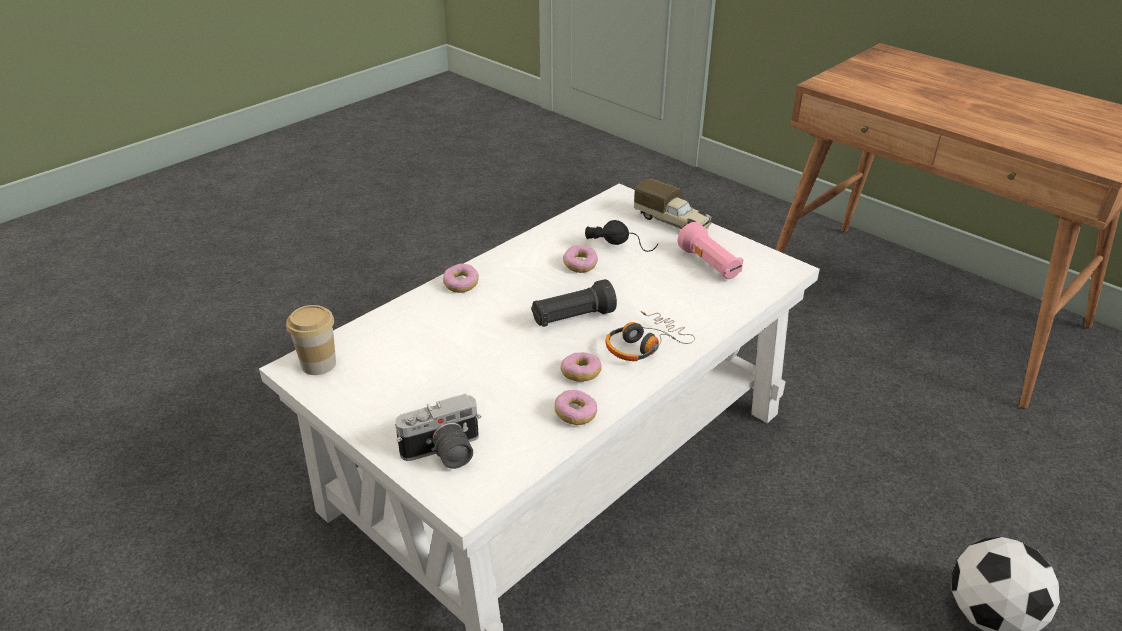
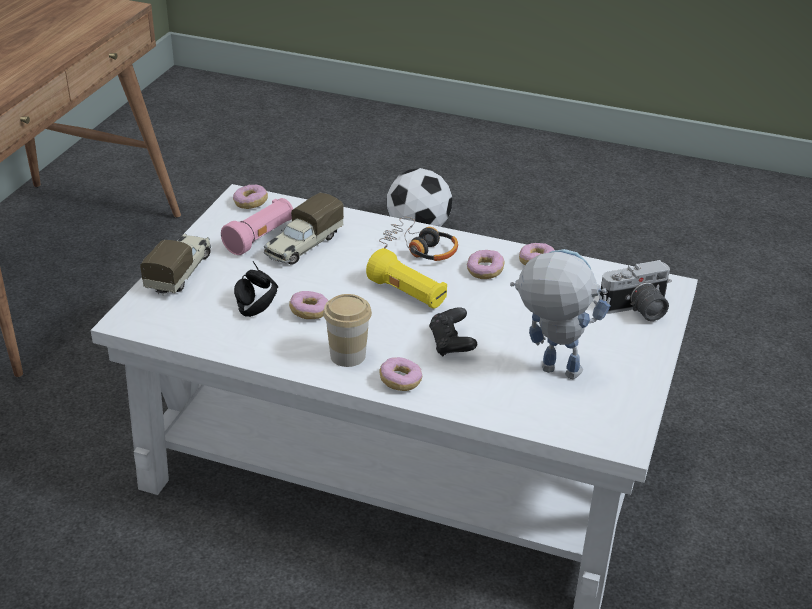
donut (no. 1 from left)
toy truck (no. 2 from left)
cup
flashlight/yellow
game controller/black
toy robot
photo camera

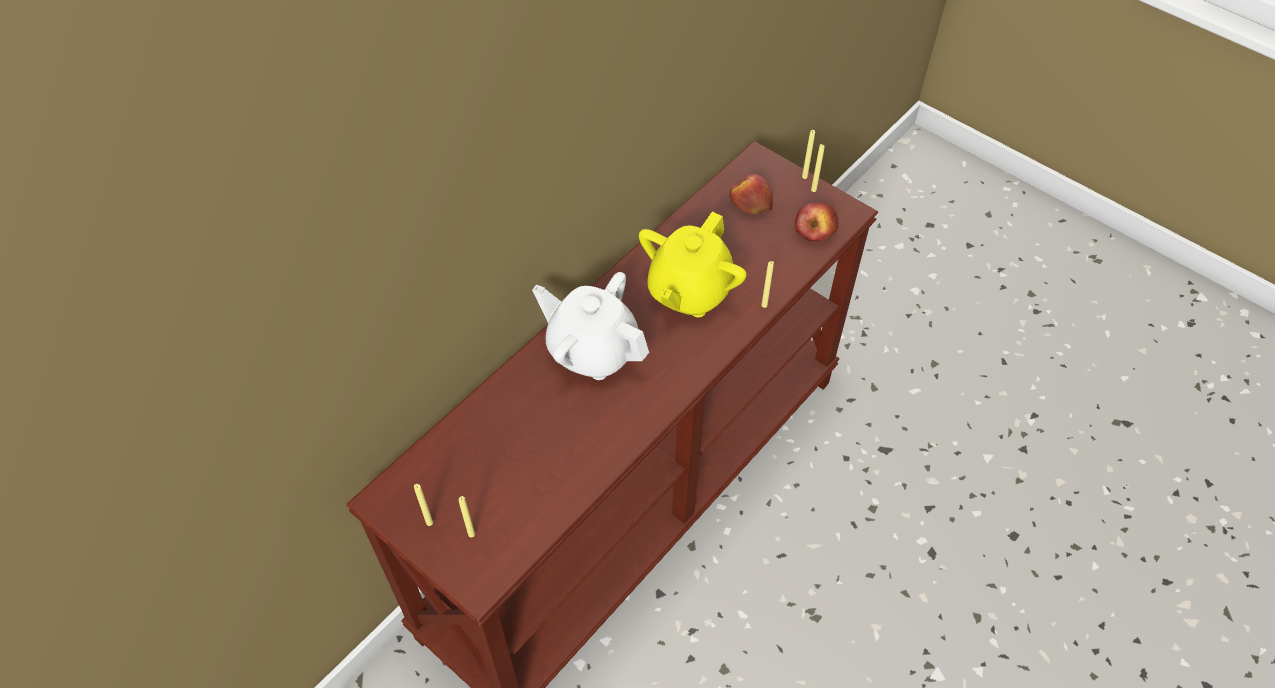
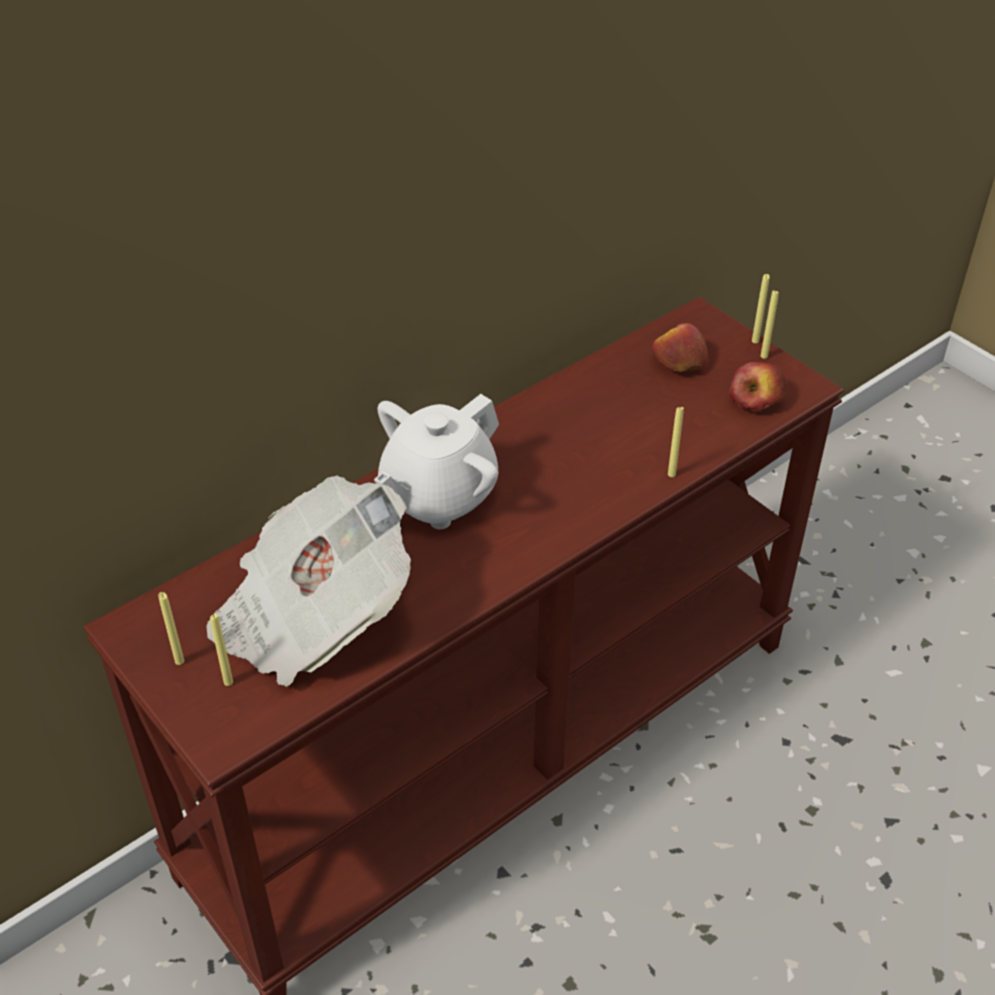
newspaper
teapot/white
teapot/yellow

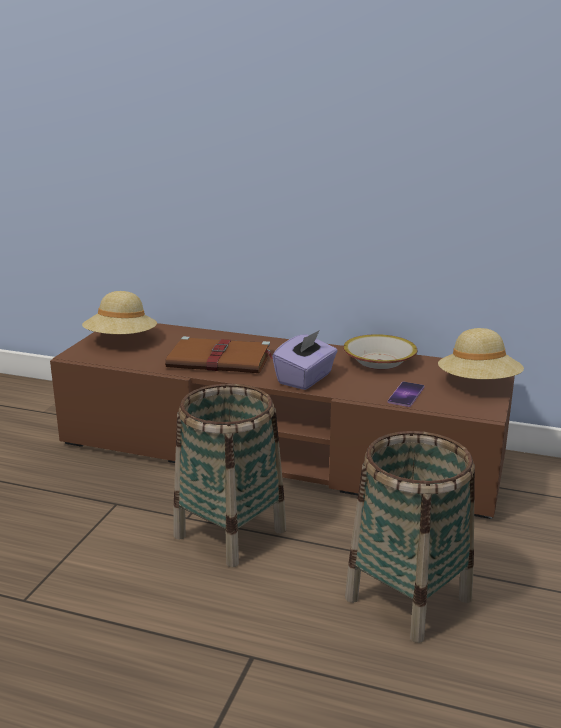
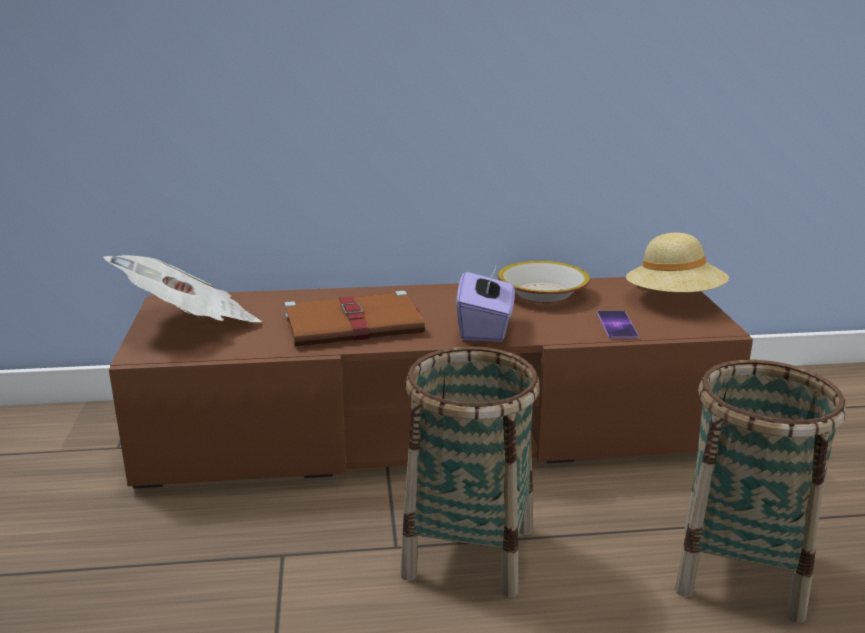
newspaper

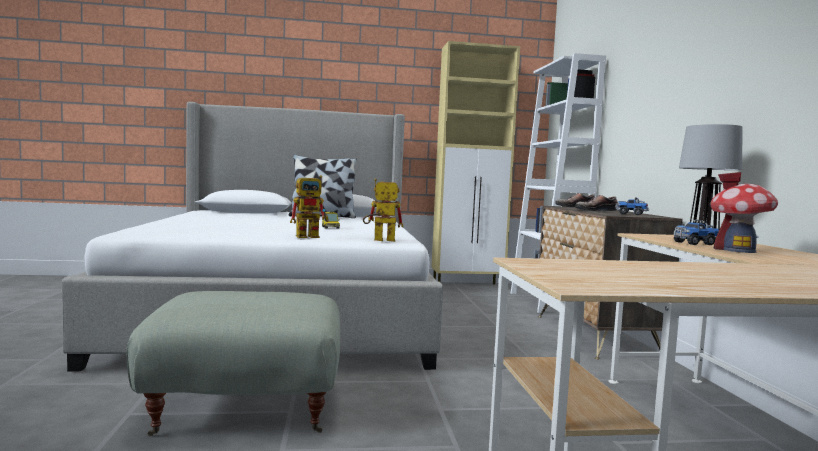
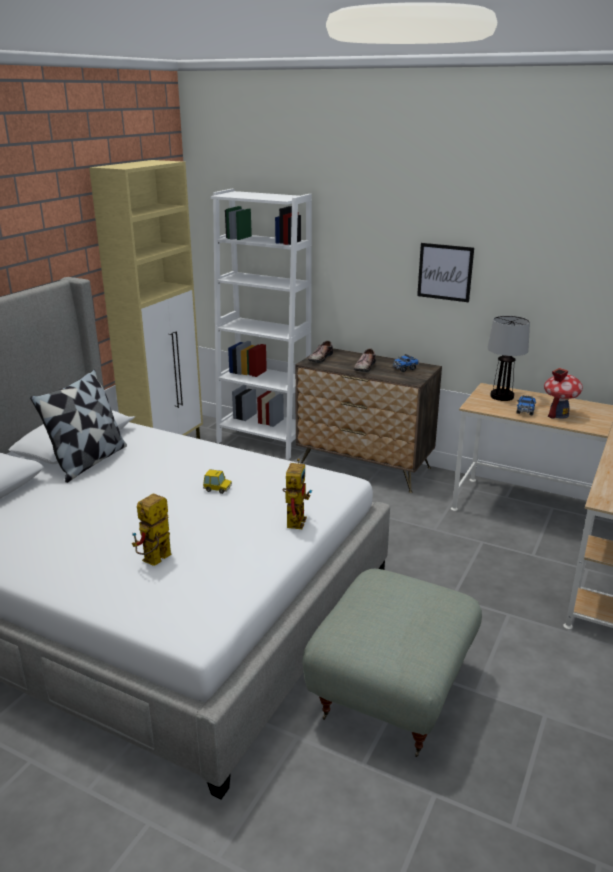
toy robot (no. 1 from left)
picture

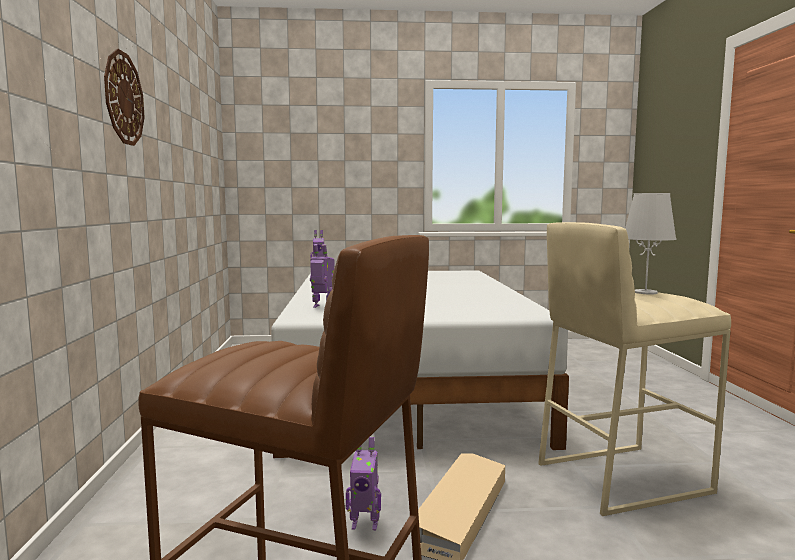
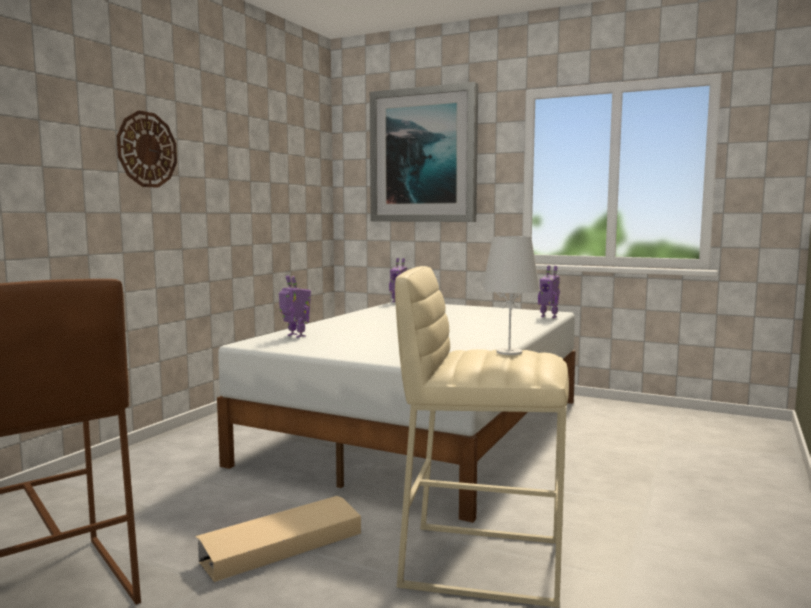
picture
toy robot (no. 3 from left)

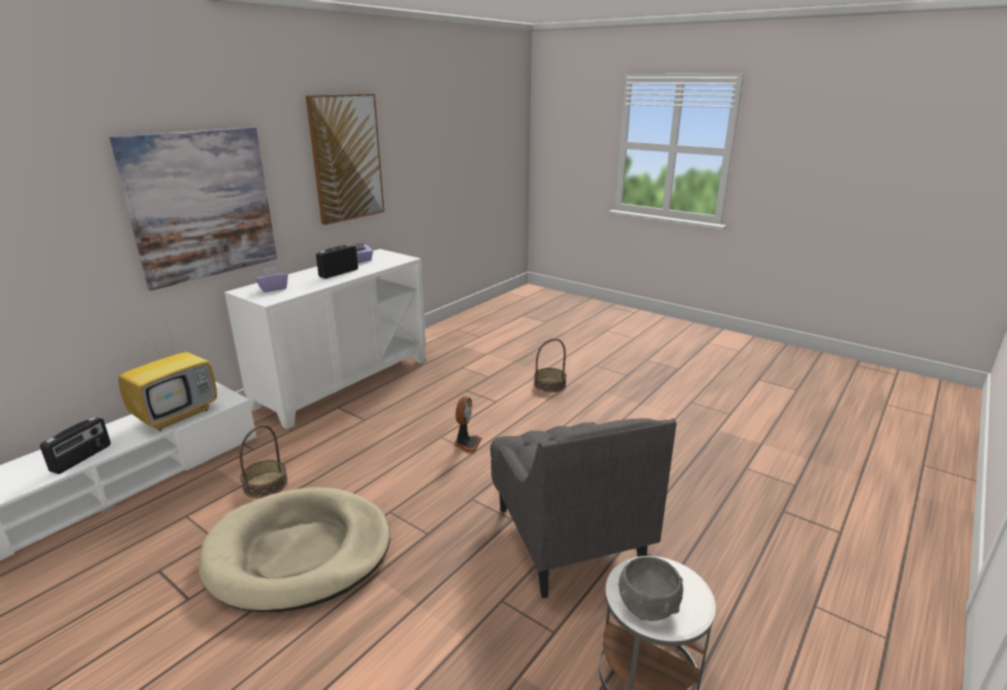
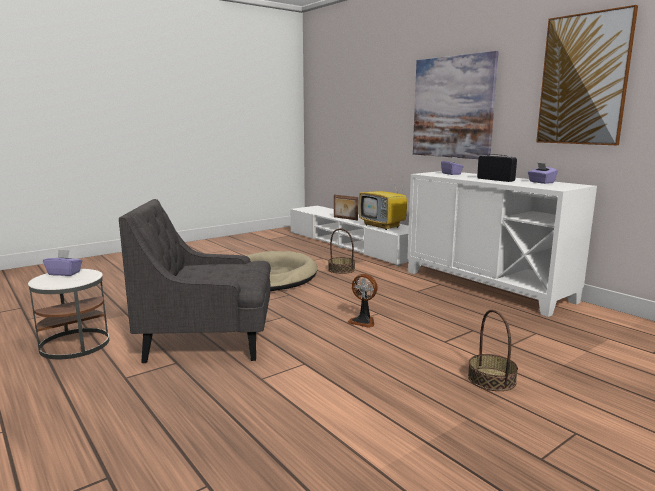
tissue box/purple (no. 1 from left)
picture frame

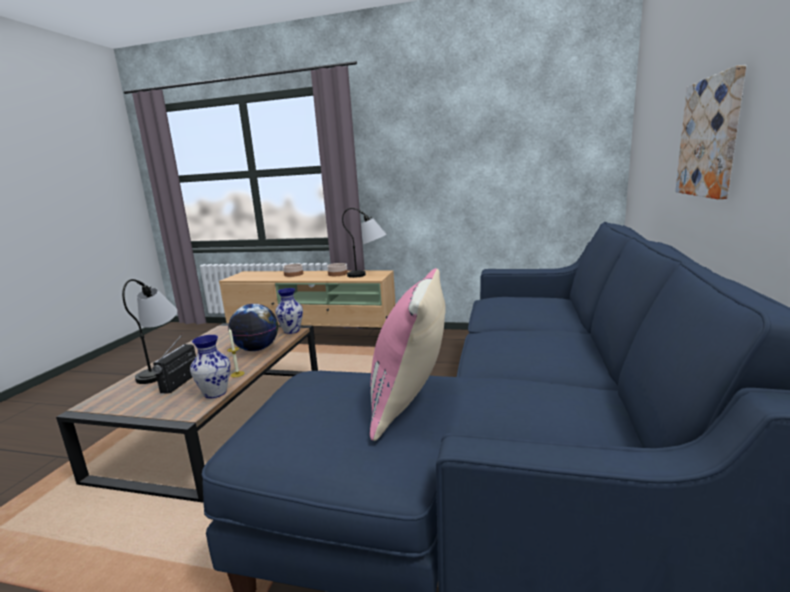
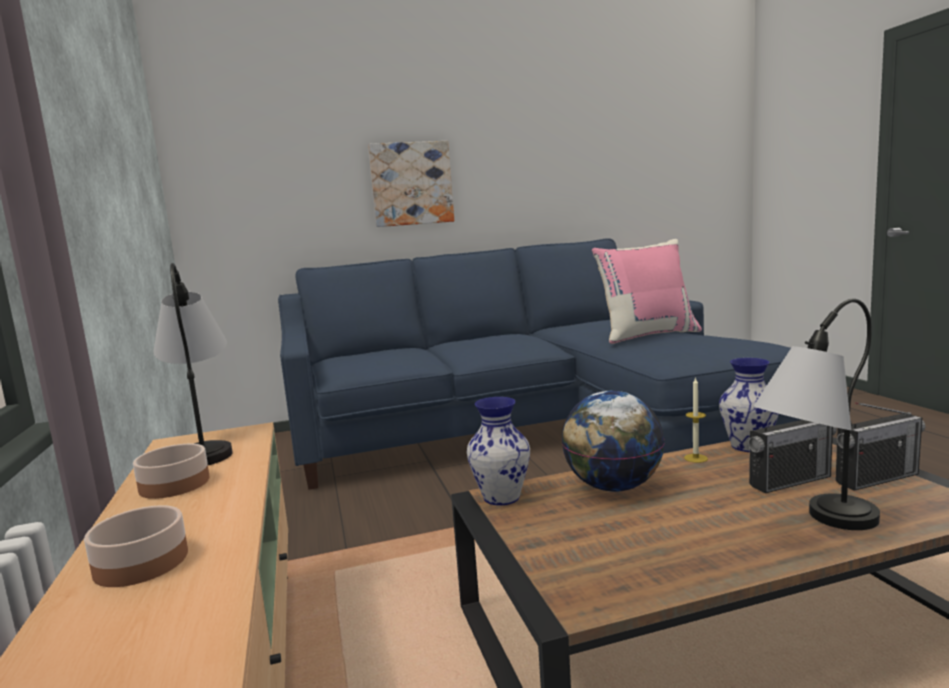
radio (no. 2 from left)

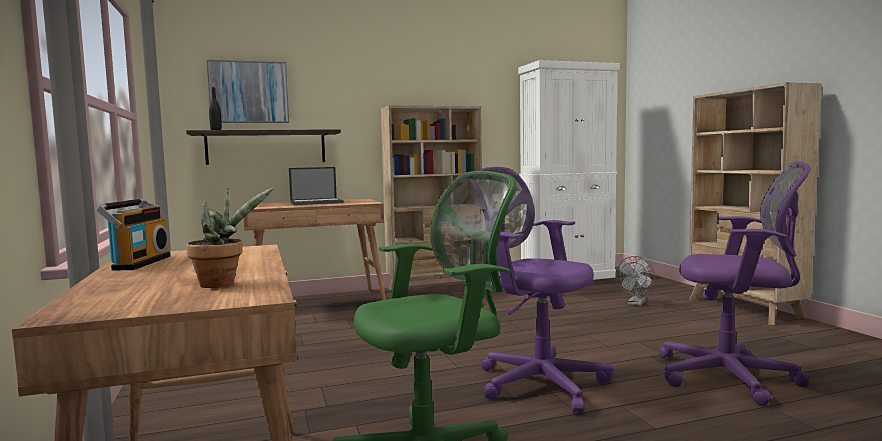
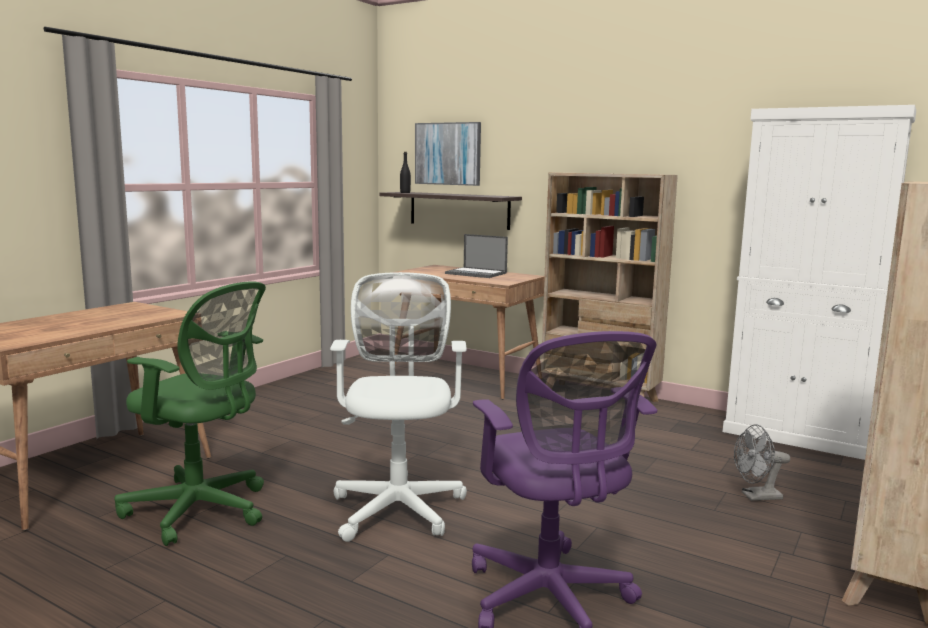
office chair/white
radio
potted plant

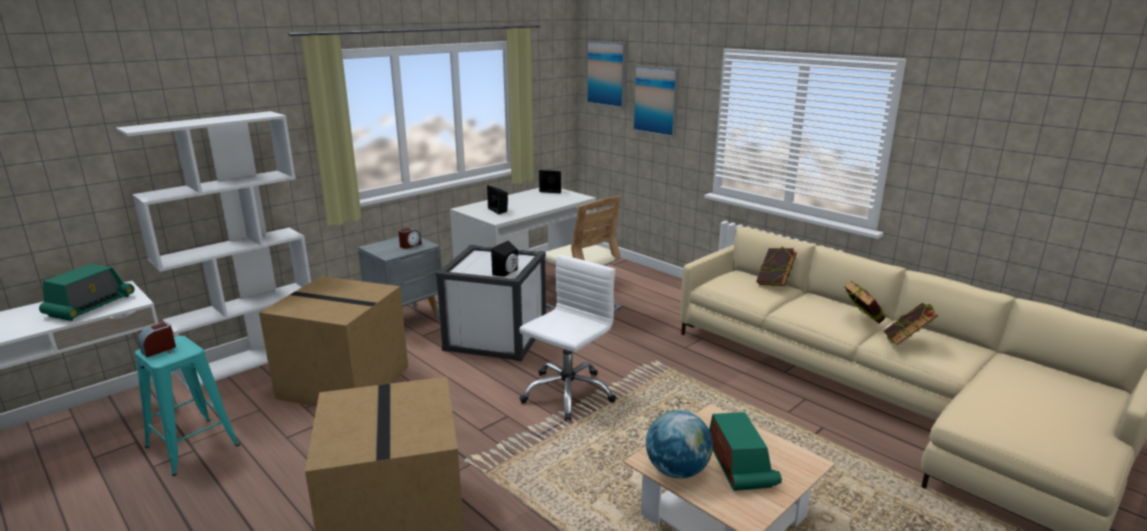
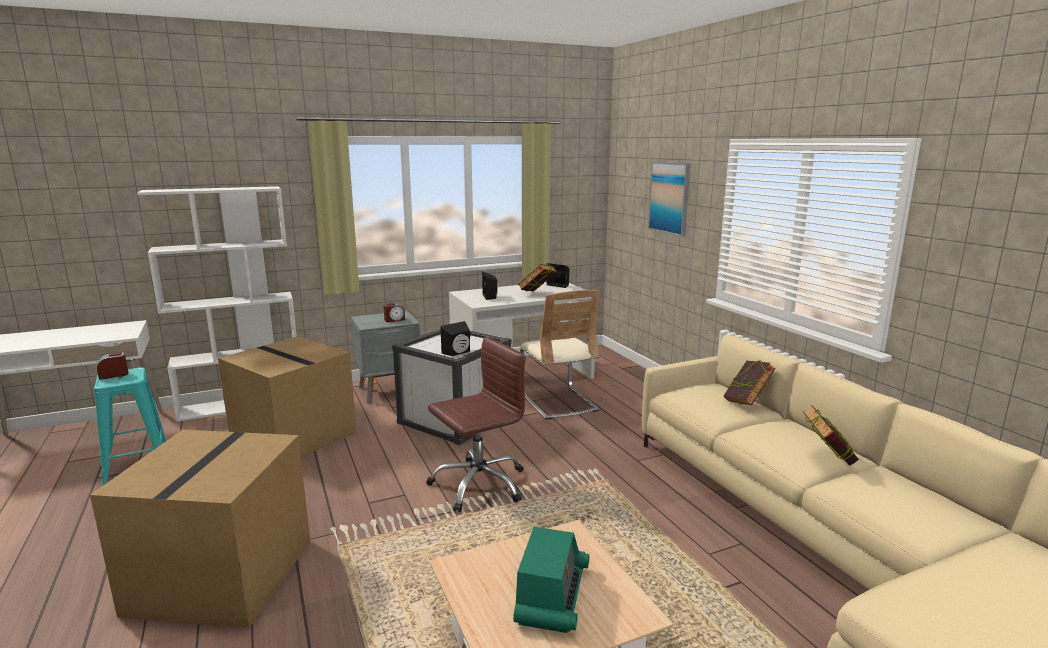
office chair/brown
book (no. 1 from left)
radio (no. 1 from left in the first image)
picture (no. 1 from left in the first image)
globe

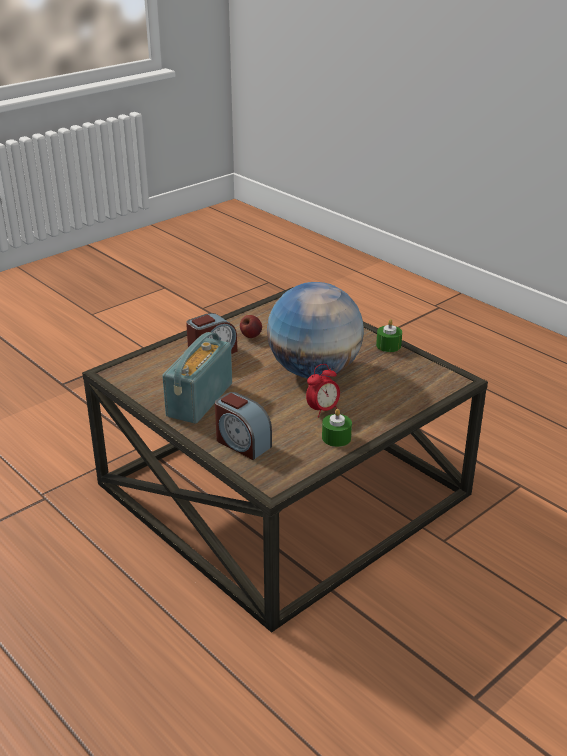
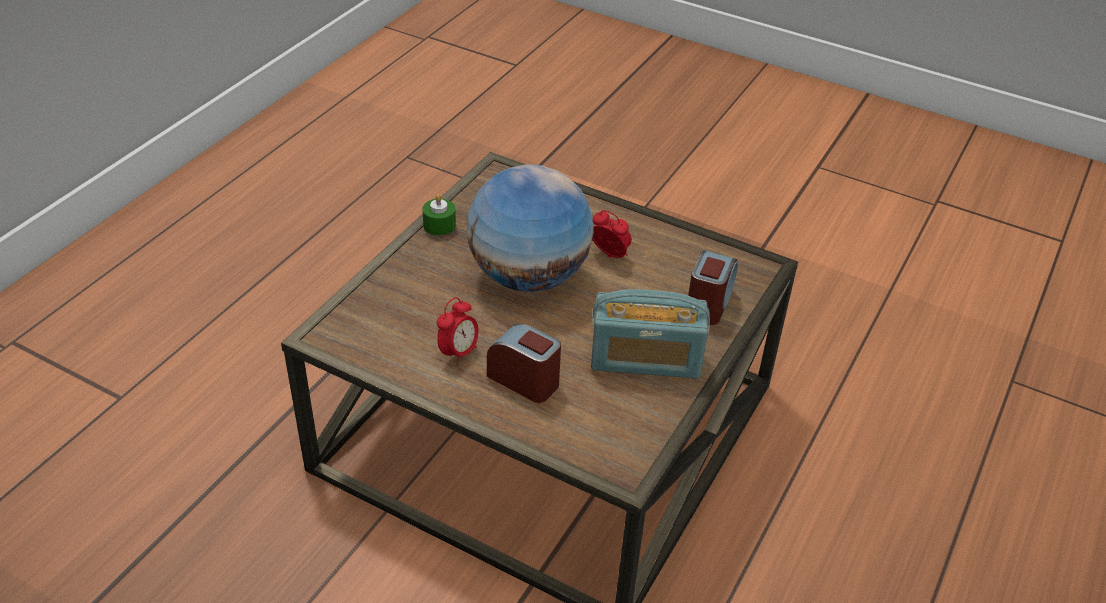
alarm clock (no. 1 from left)
candle/green (no. 1 from left in the first image)

